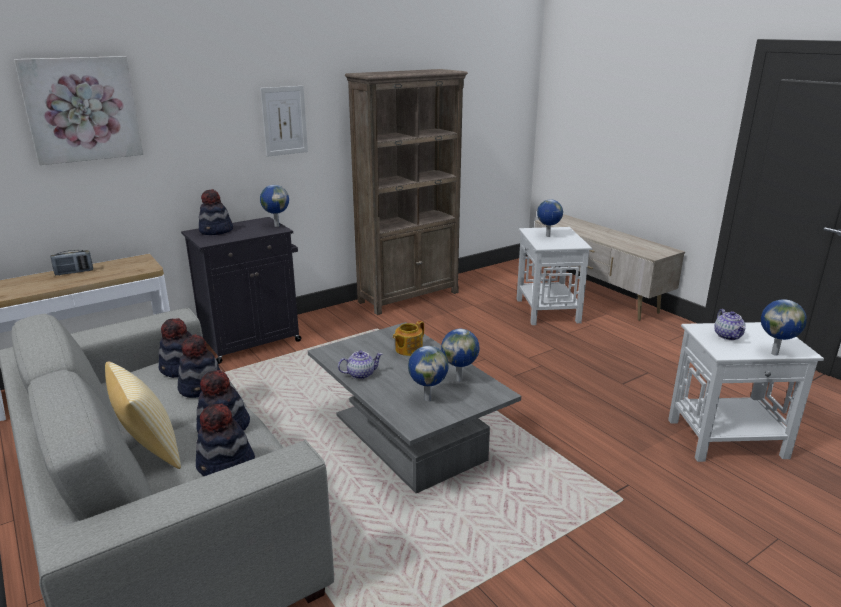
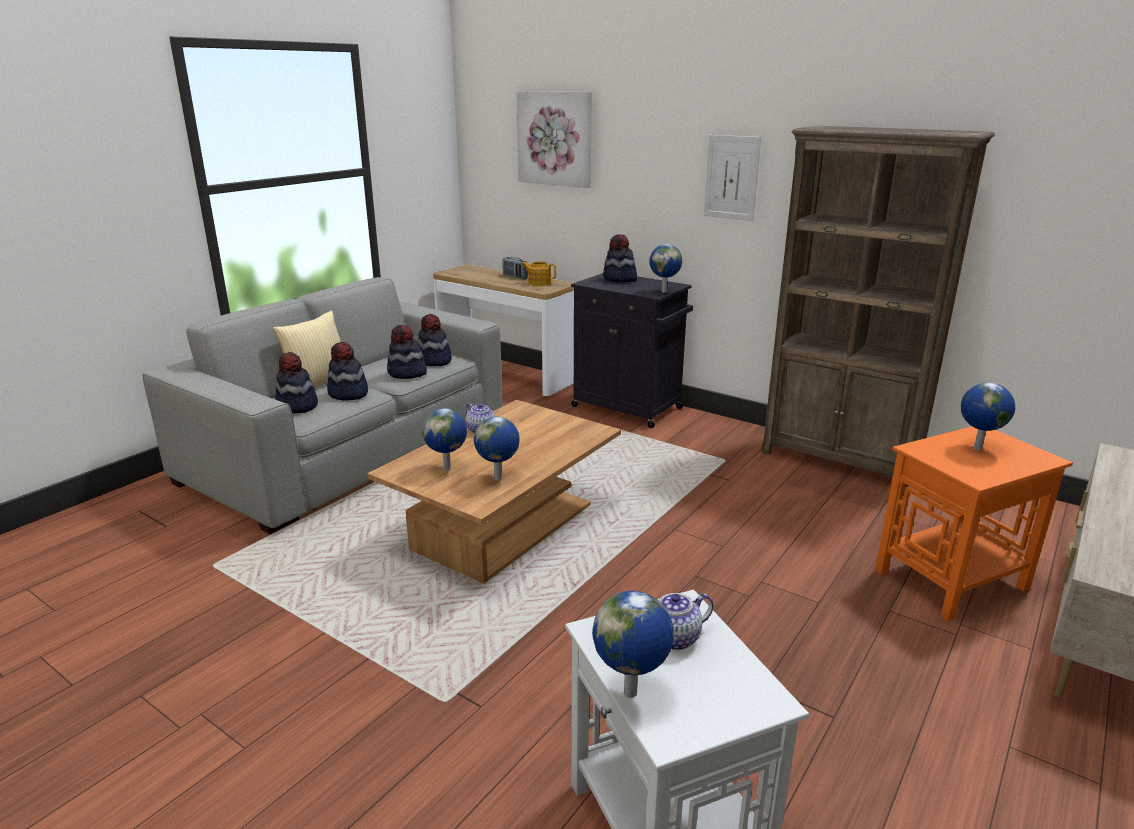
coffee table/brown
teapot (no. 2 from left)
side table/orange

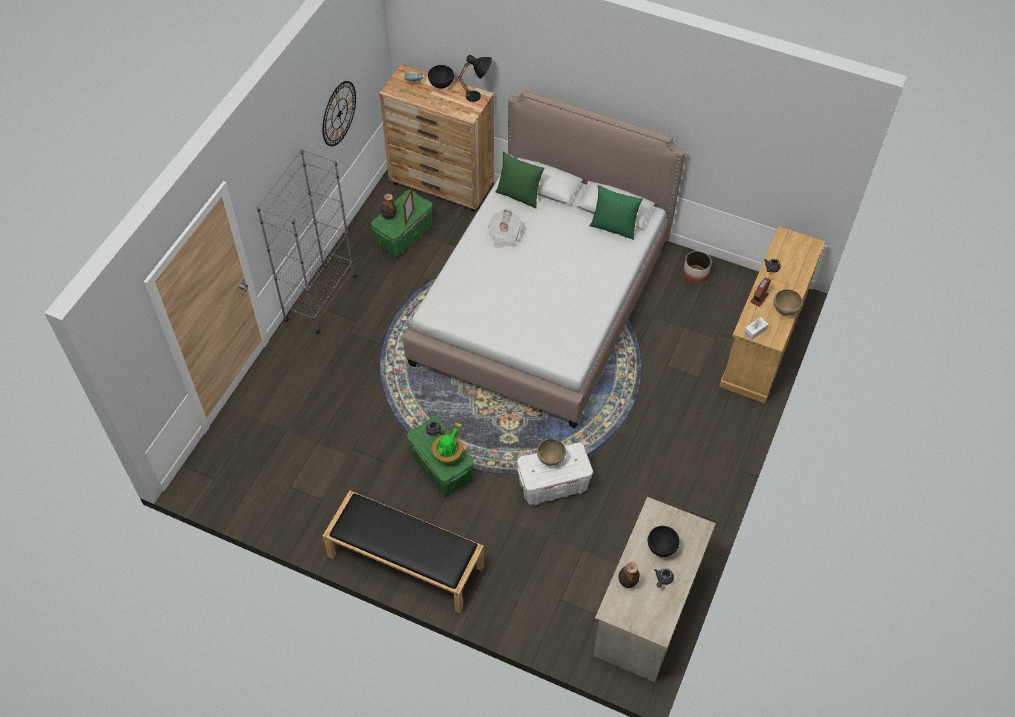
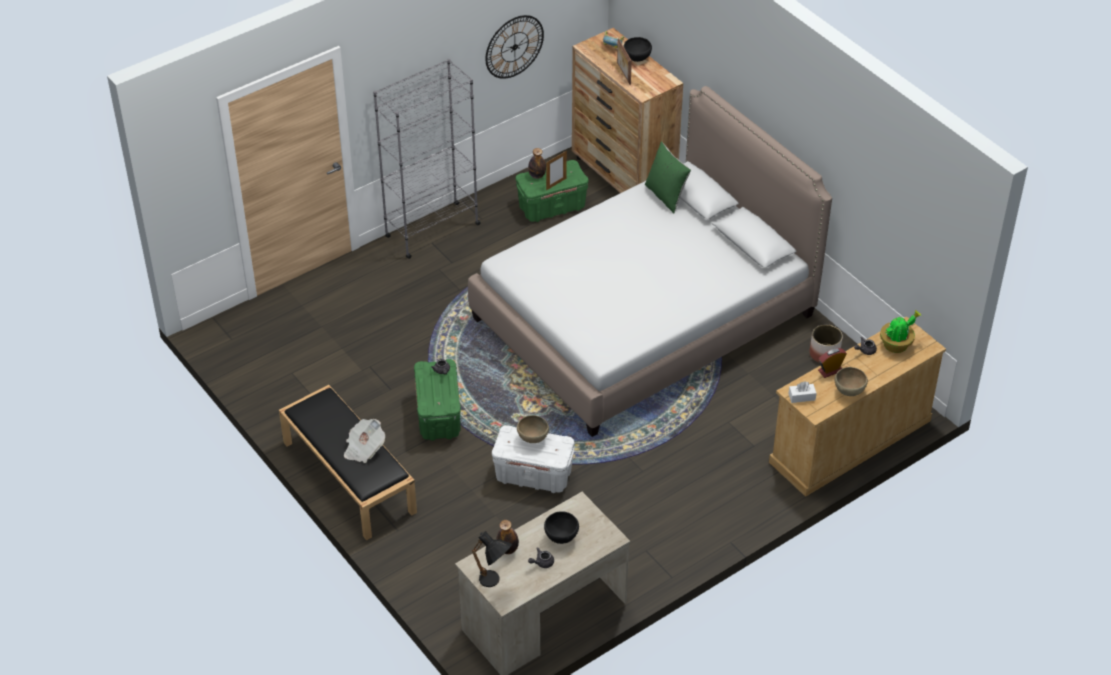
newspaper
table lamp/black
picture frame (no. 2 from left)
potted plant
pillow/green (no. 2 from left in the first image)

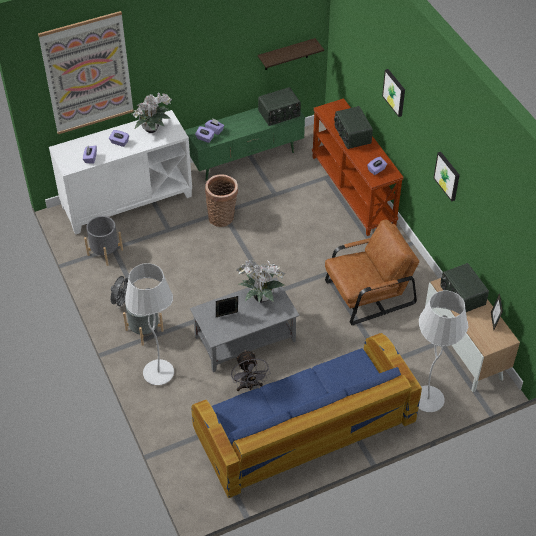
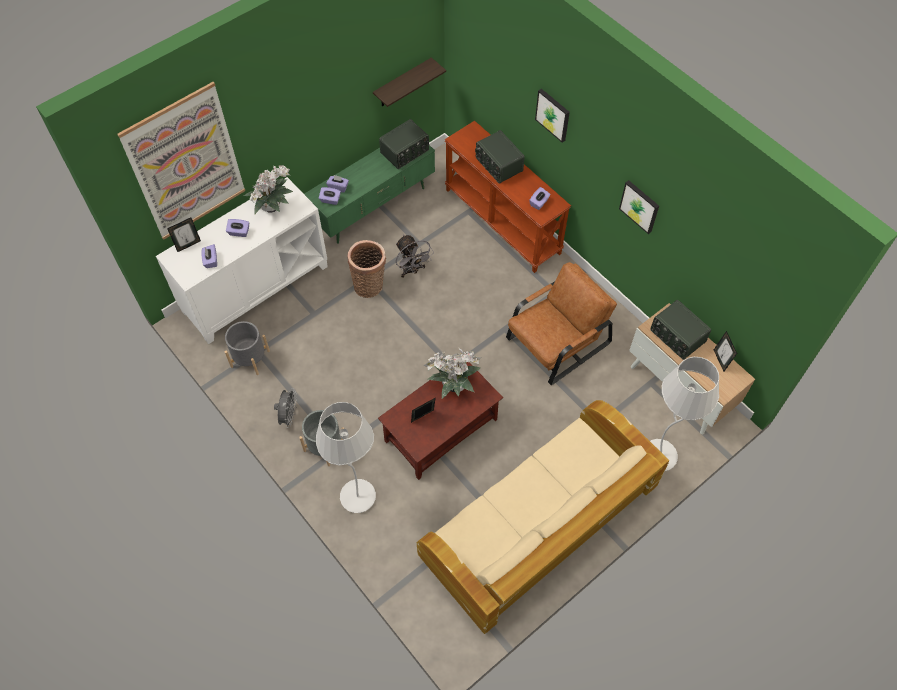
picture frame (no. 1 from left)
coffee table/brown
fan/grey (no. 2 from left)
sofa/beige

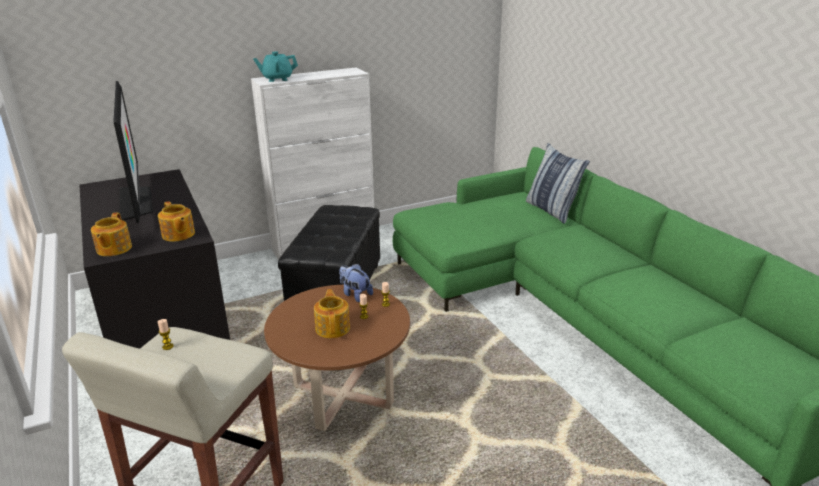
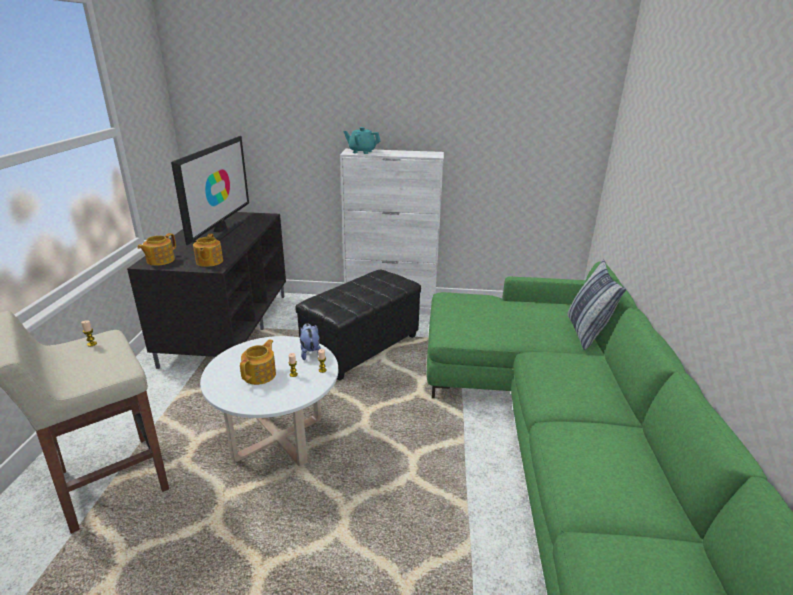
coffee table/white

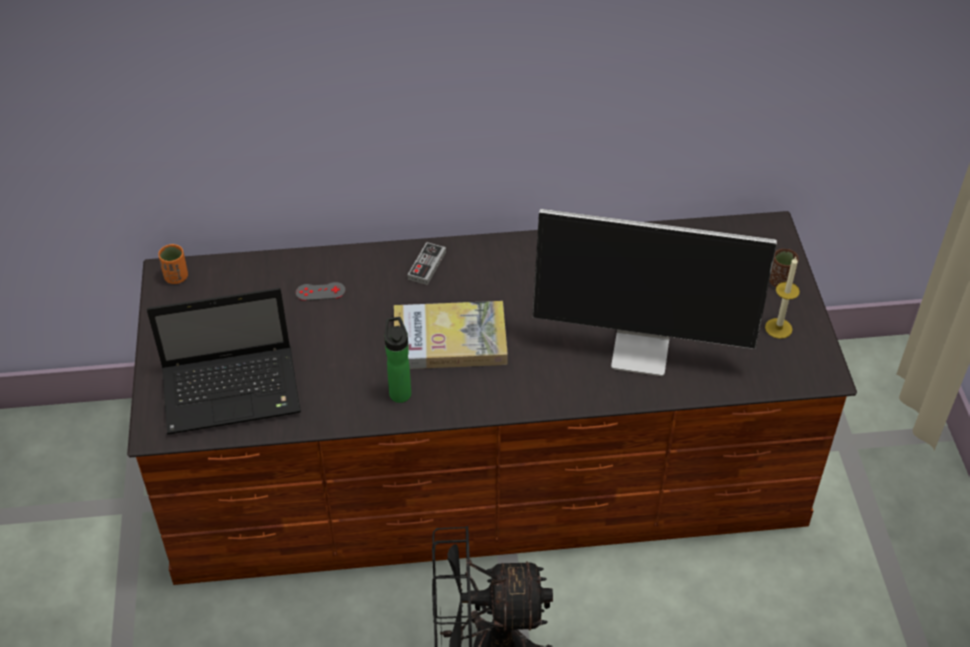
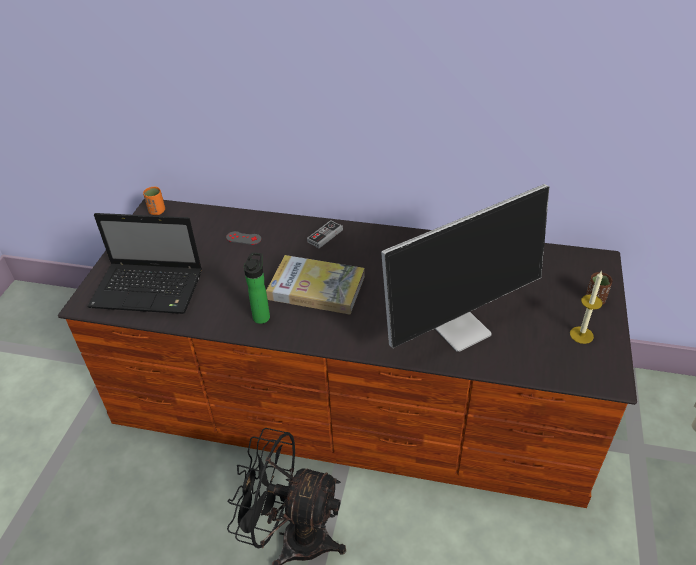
monitor

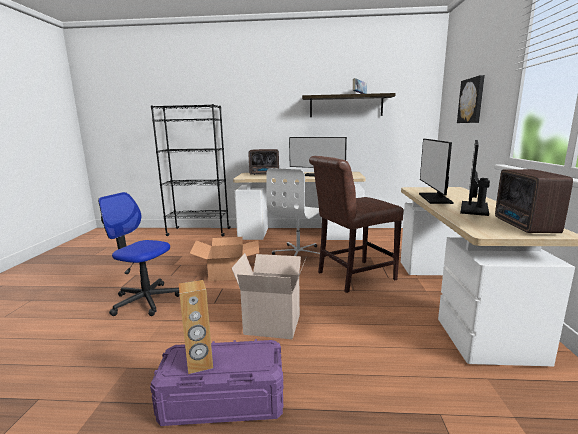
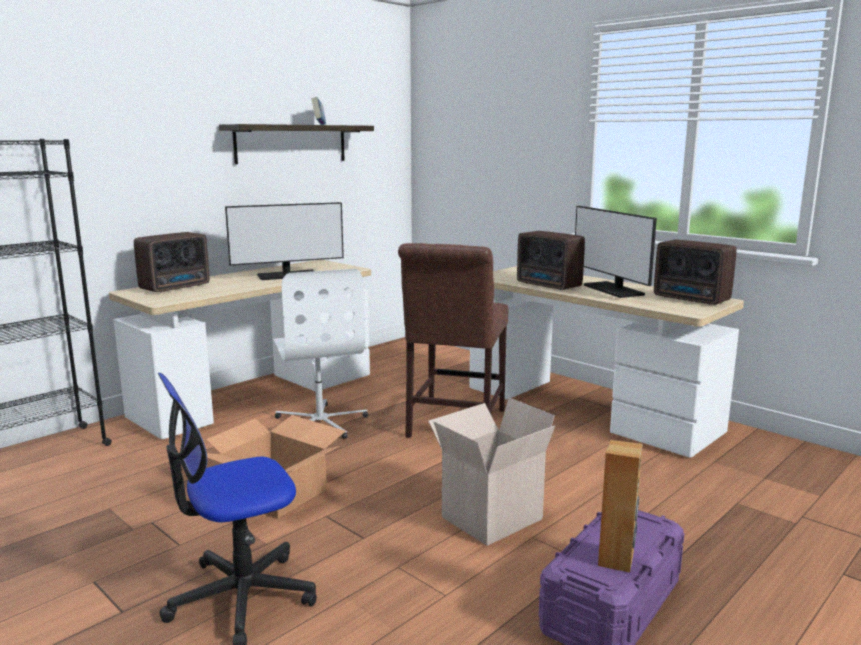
radio (no. 2 from left)
picture

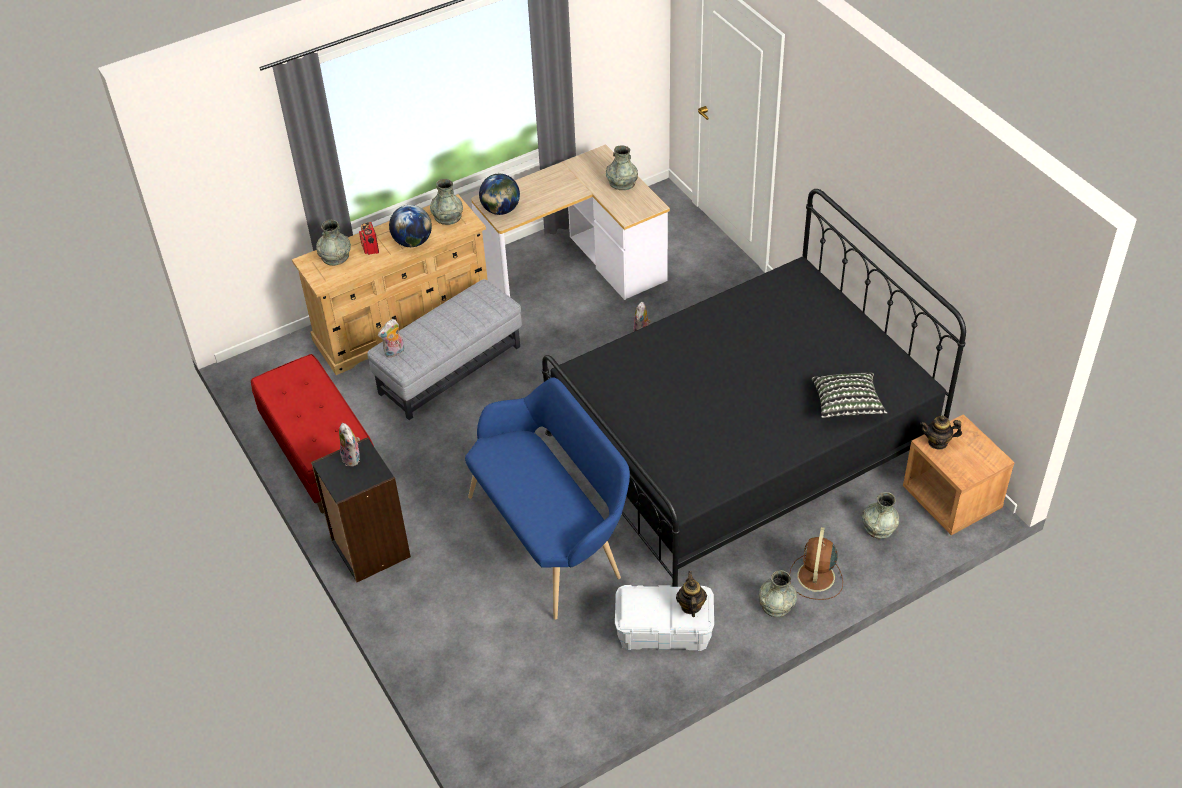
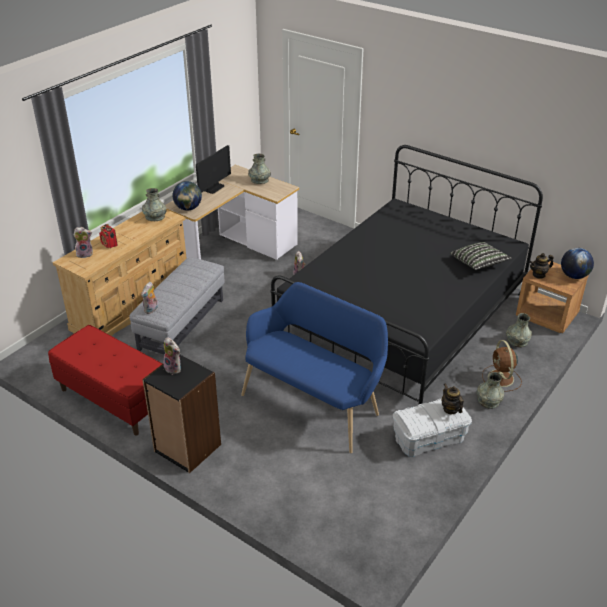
plush toy (no. 1 from left)
monitor
globe (no. 2 from left)

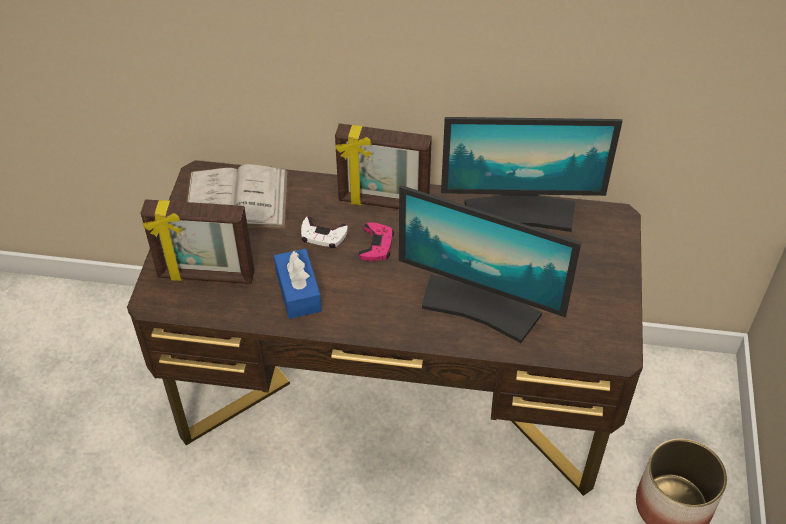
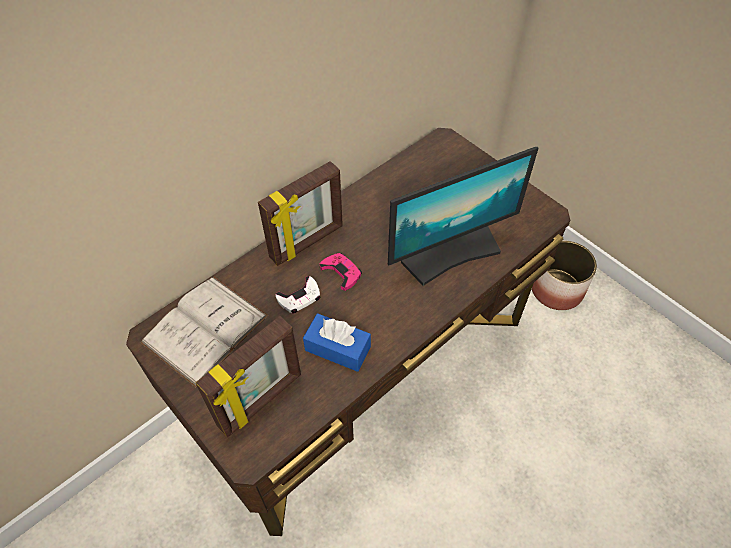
monitor (no. 2 from left in the first image)

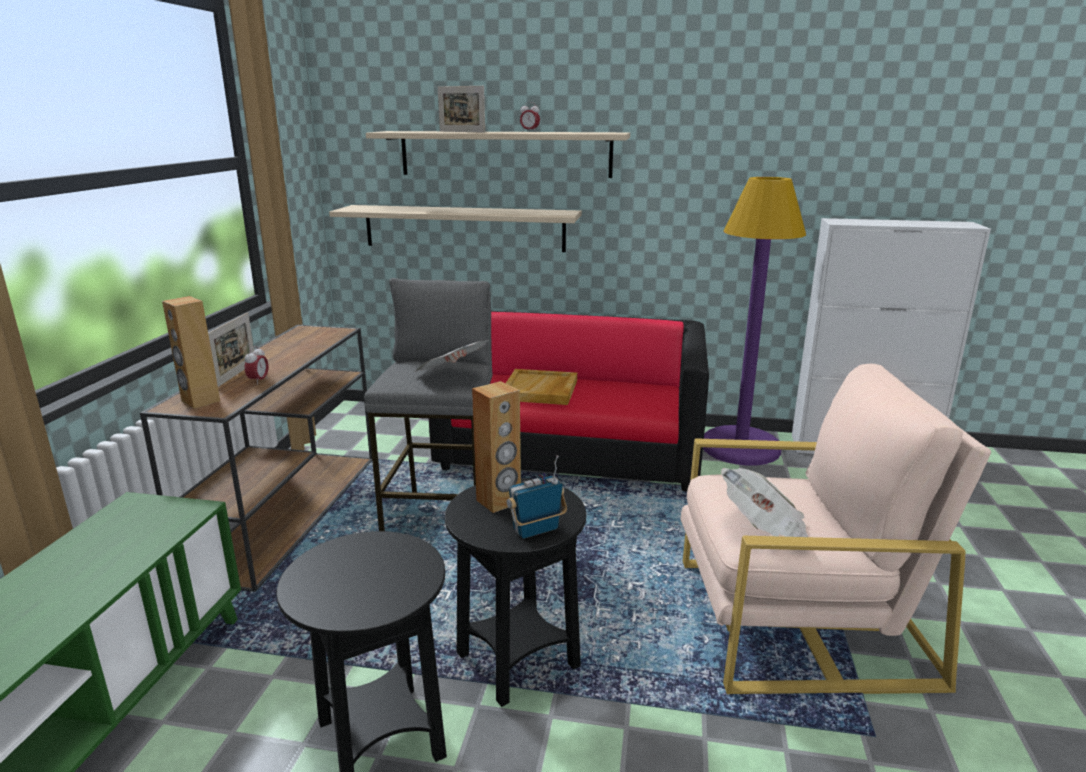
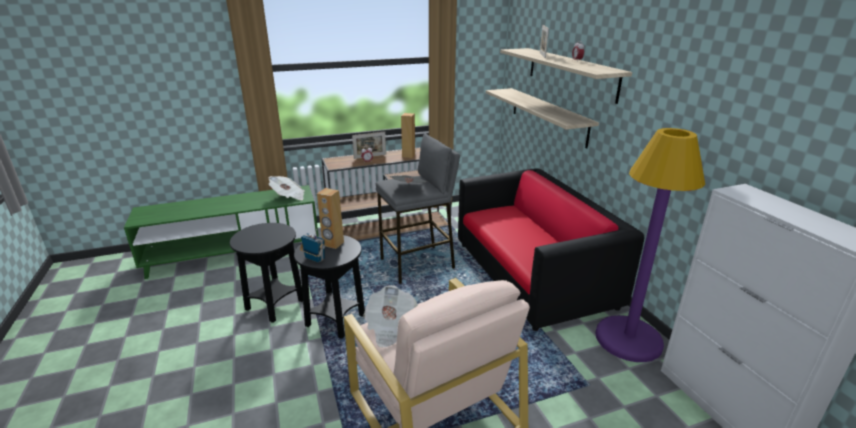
newspaper (no. 1 from left)
speaker/brown (no. 2 from left)
tray/beige

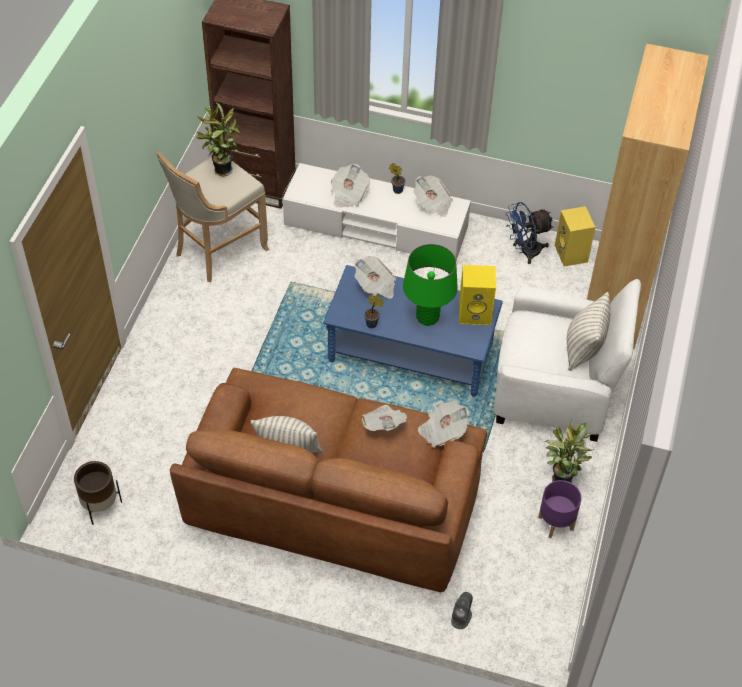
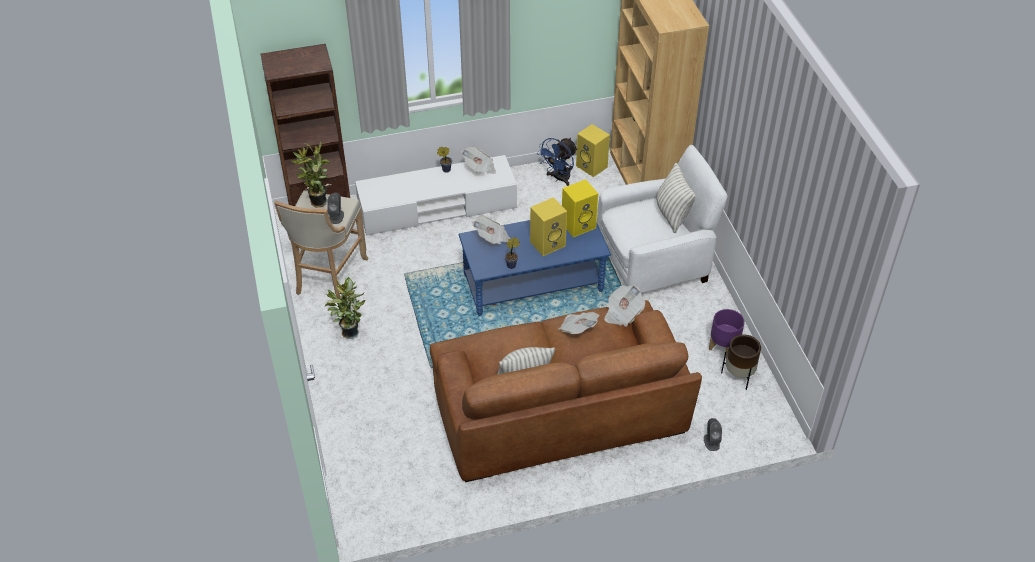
potted plant (no. 2 from left)
speaker/grey (no. 1 from left)
speaker/yellow (no. 1 from left)
planter/brown
newspaper (no. 1 from left in the first image)

